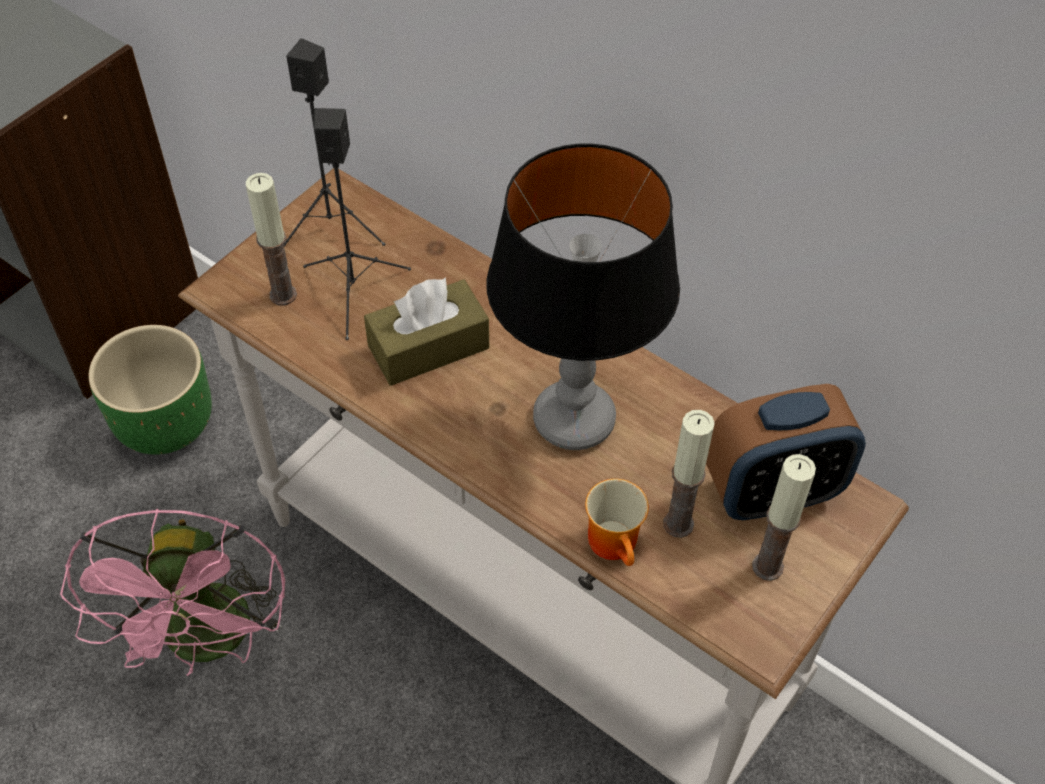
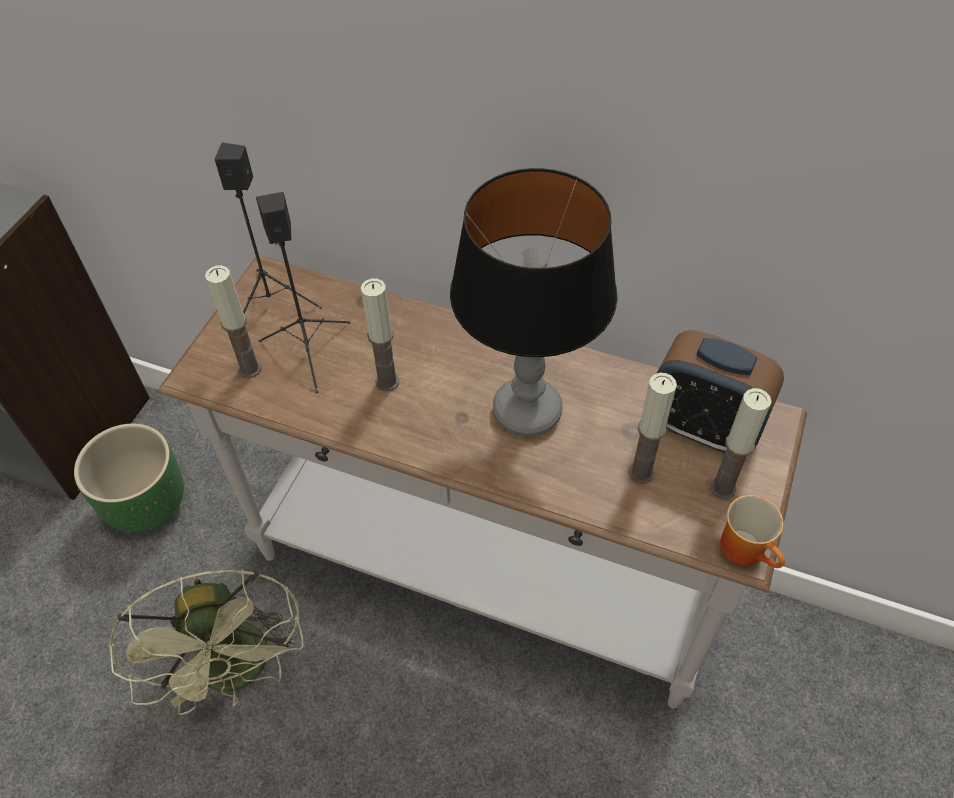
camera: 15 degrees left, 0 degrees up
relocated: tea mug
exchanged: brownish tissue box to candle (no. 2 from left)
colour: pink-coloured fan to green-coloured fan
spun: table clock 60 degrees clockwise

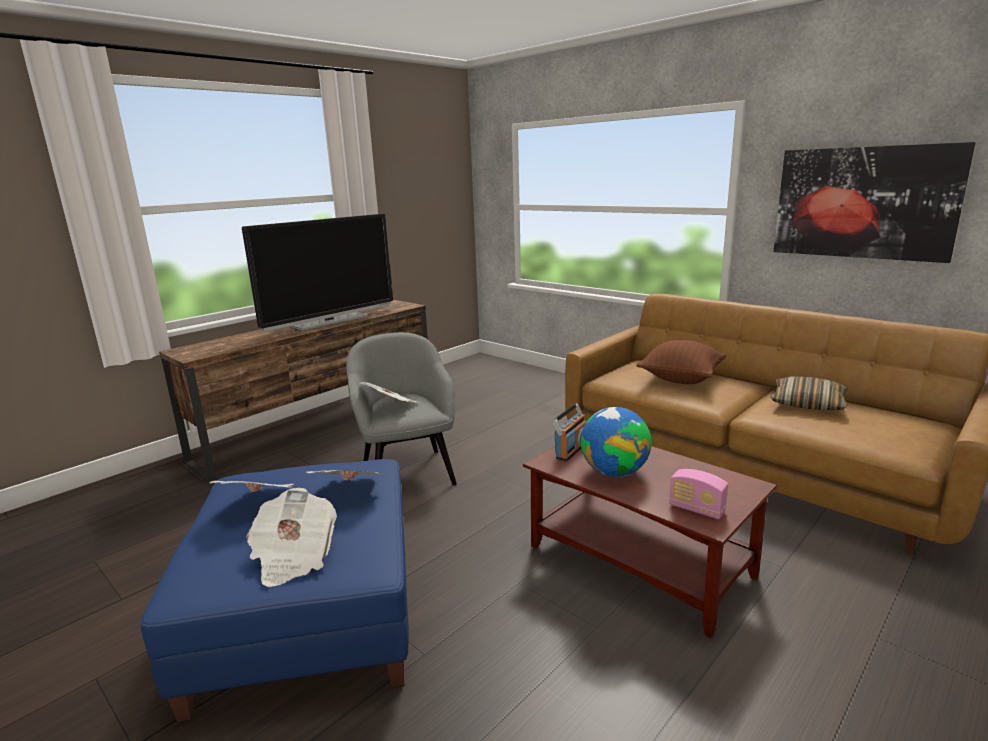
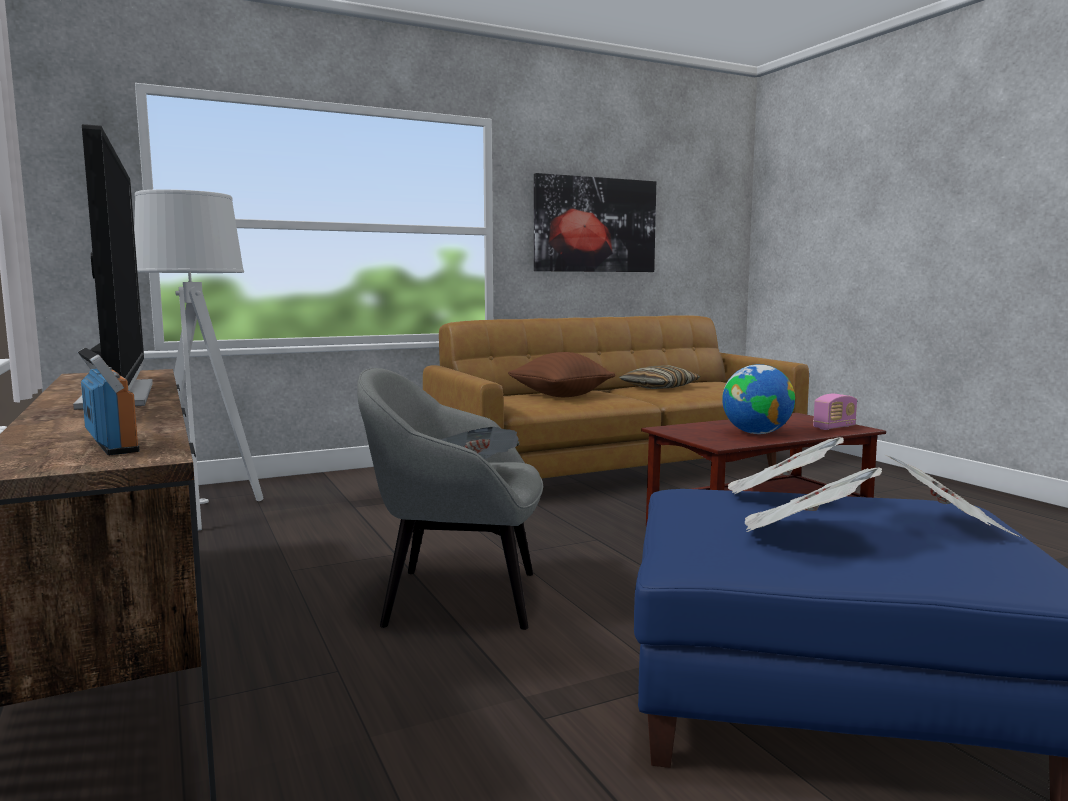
camera: 70 degrees left, 10 degrees down
appeared: gray floor lamp
relocated: radio receiver (no. 1 from left)

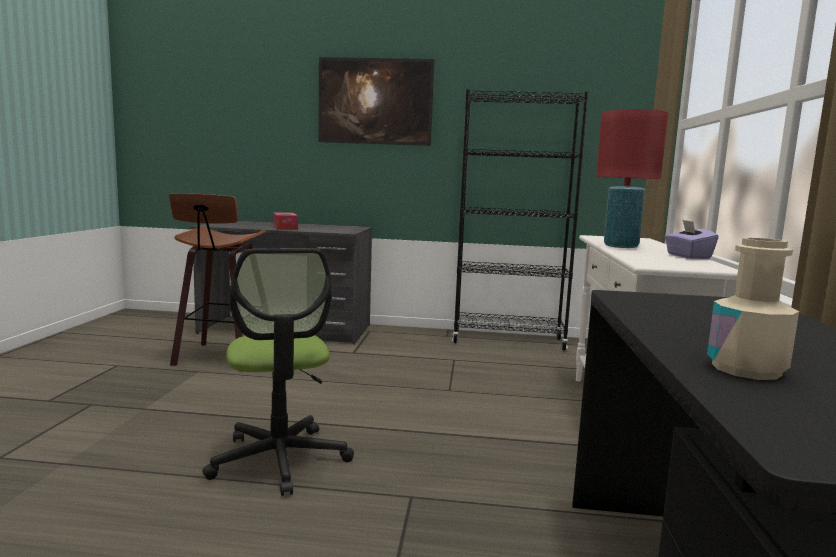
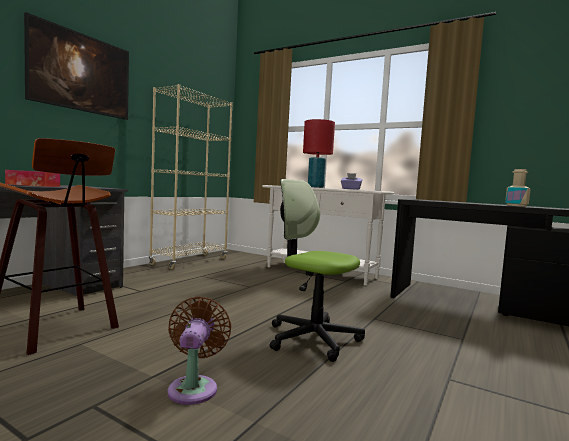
camera: 65 degrees left, 5 degrees down
appeared: brownish fan
colour: black-coloured bookshelf to sand-coloured bookshelf
spun: computer chair 150 degrees counterclockwise

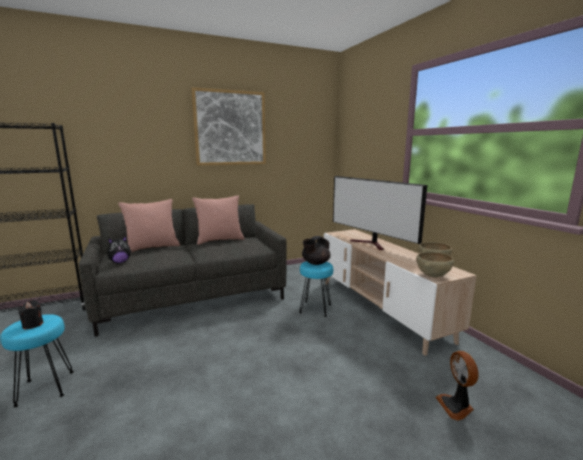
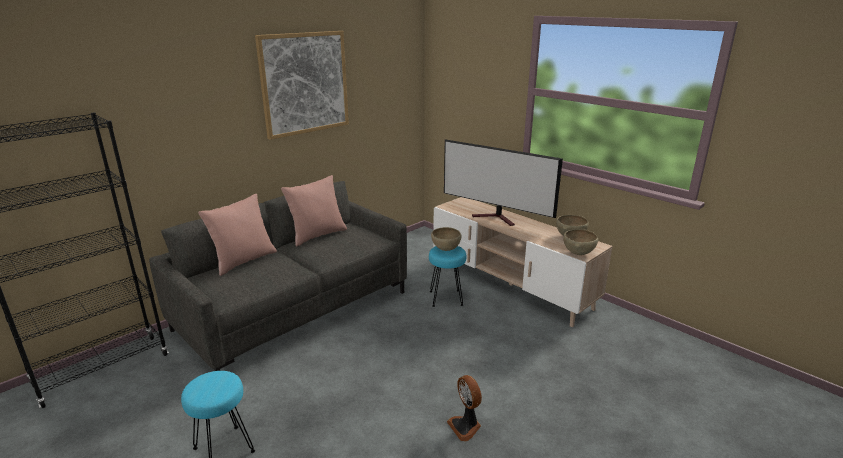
camera: 20 degrees left, 10 degrees up
missing: soft toy; black-coloured candle
relocated: fan
exchanged: black-coloured teapot to brownish deep dish (no. 1 from left)

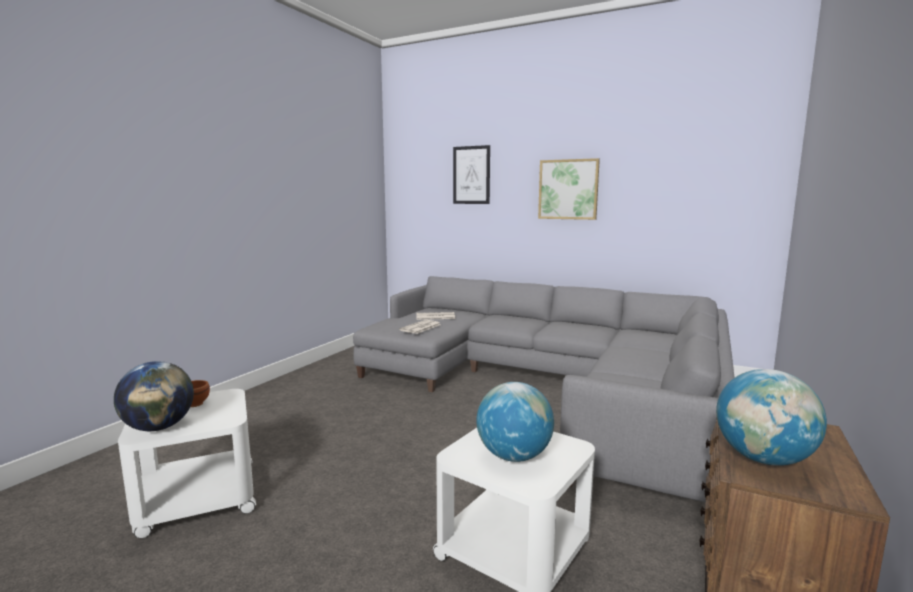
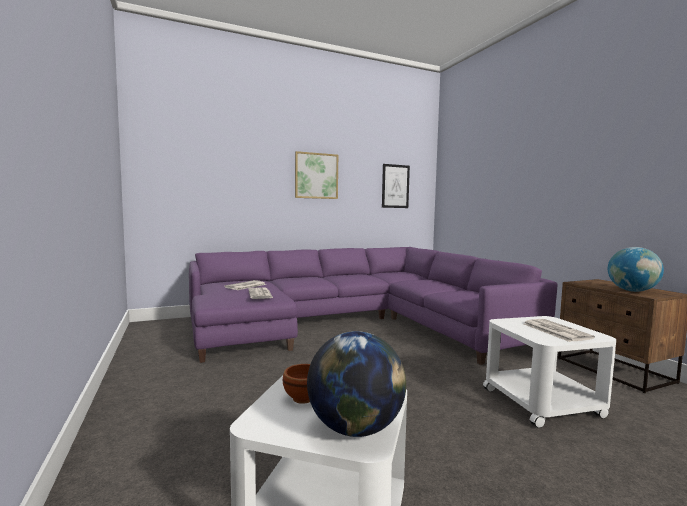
camera: 50 degrees left, 5 degrees down
relocated: wall picture (no. 1 from left in the first image) to wall picture (no. 2 from left)
exchanged: desk globe (no. 2 from left) to printed paper (no. 3 from left)
colour: gray couch to purplish couch

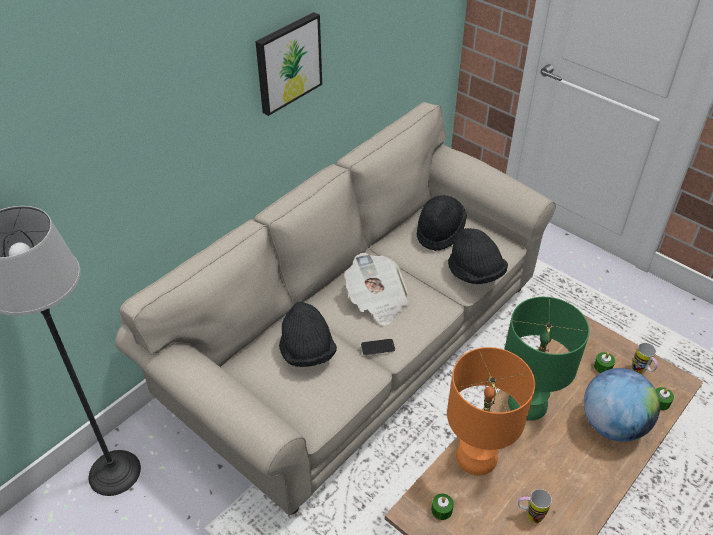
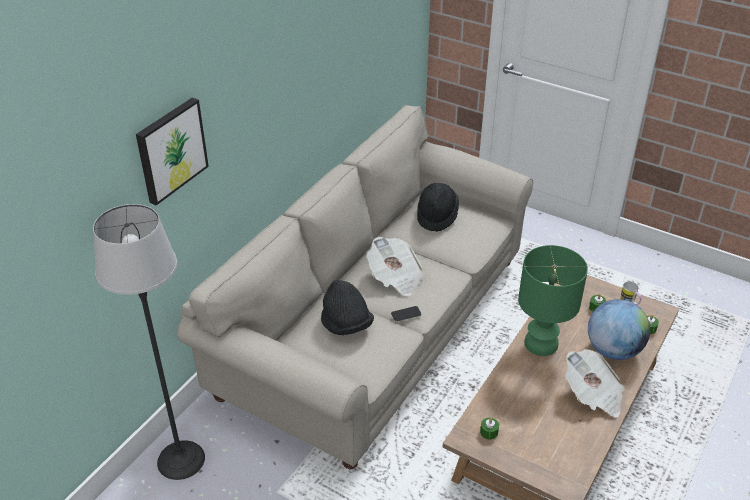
camera: 10 degrees left, 5 degrees down
missing: black-coloured wearable hat (no. 3 from left); orange-coloured lamp for a table; tea mug (no. 1 from left)
appeared: printed paper (no. 2 from left)
relocated: wall picture

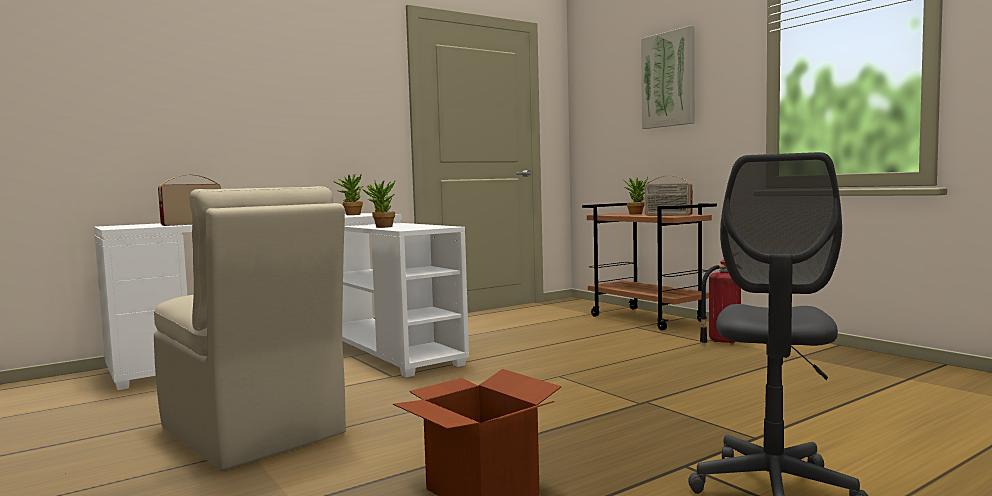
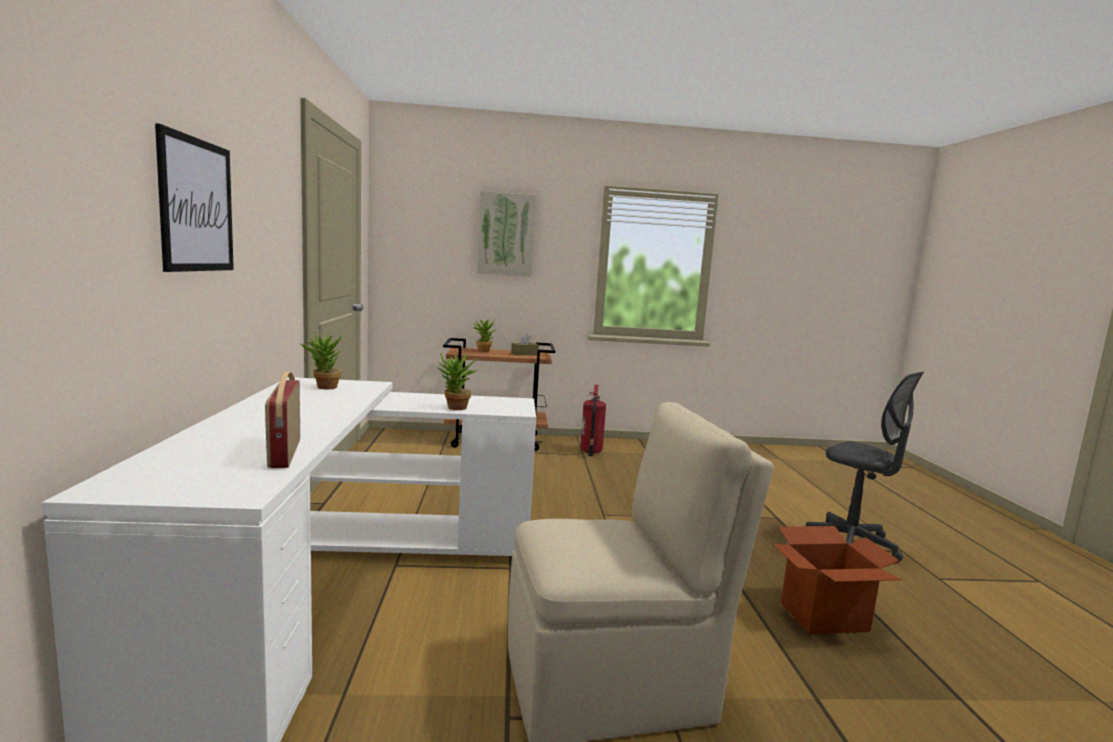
camera: 60 degrees left, 5 degrees up
appeared: wall picture (no. 1 from left)
exchanged: radio receiver (no. 2 from left) to brownish tissue box

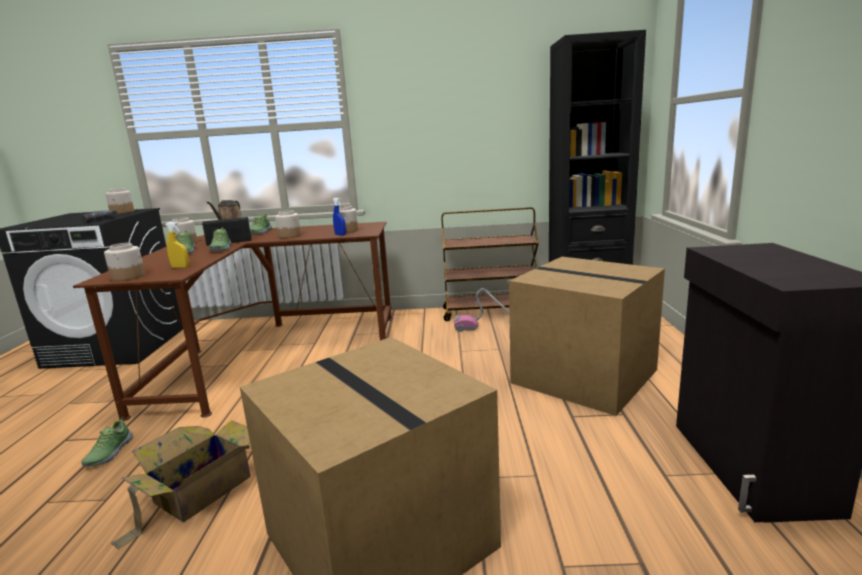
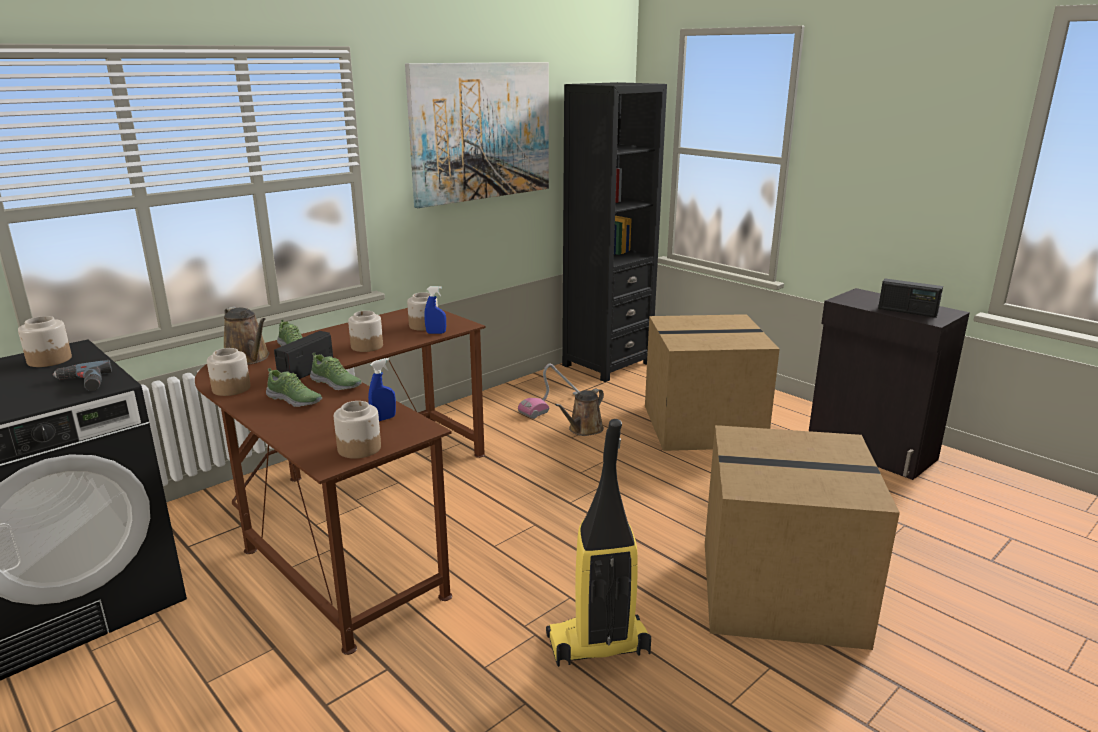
camera: 45 degrees left, 5 degrees up
missing: brownish wheeled cart; low shoe (no. 1 from left)
appeared: wall picture; radio receiver (no. 2 from left); brownish sprinkling can (no. 2 from left)
exchanged: carton (no. 1 from left) to vacuum (no. 2 from left)
colour: yellowish sprayer to bluish sprayer (no. 1 from left)

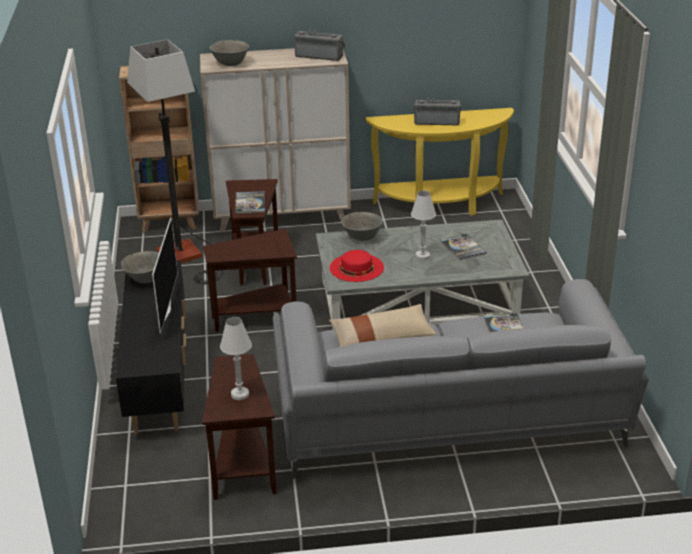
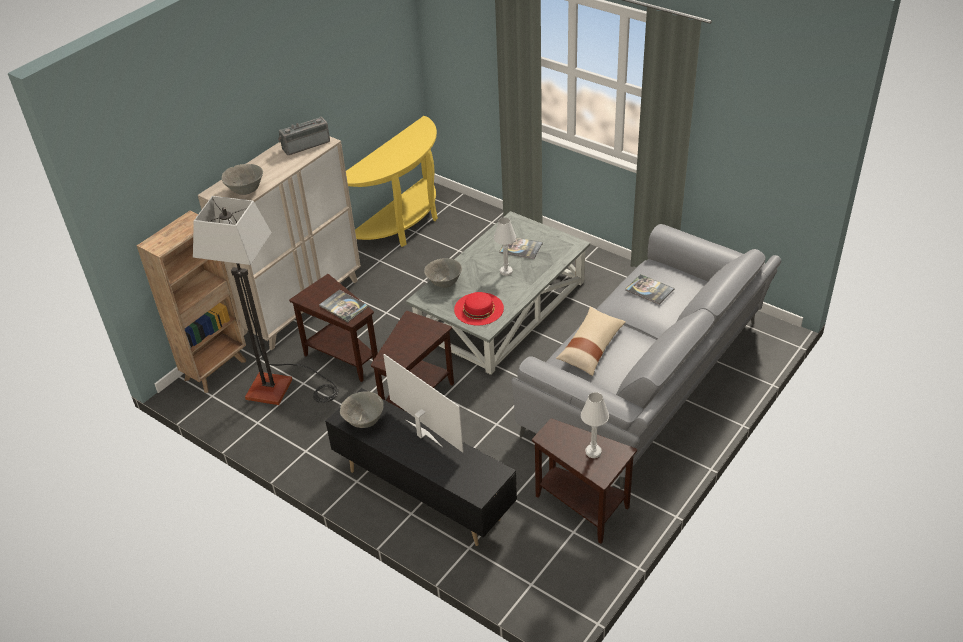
camera: 45 degrees left, 10 degrees up
missing: radio receiver (no. 2 from left)

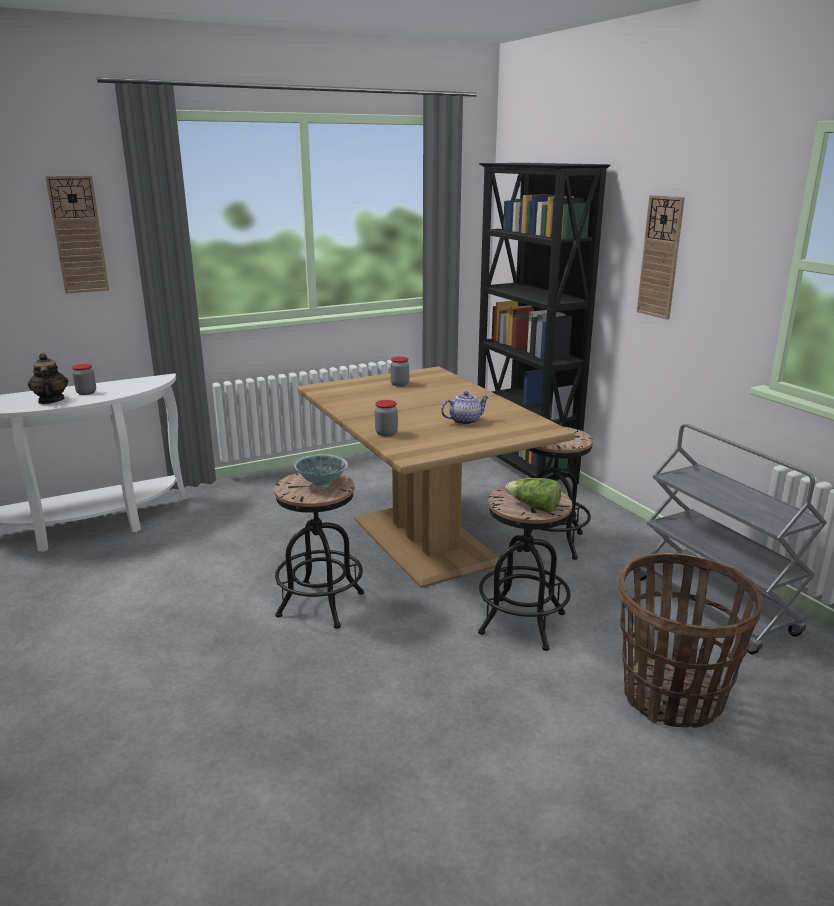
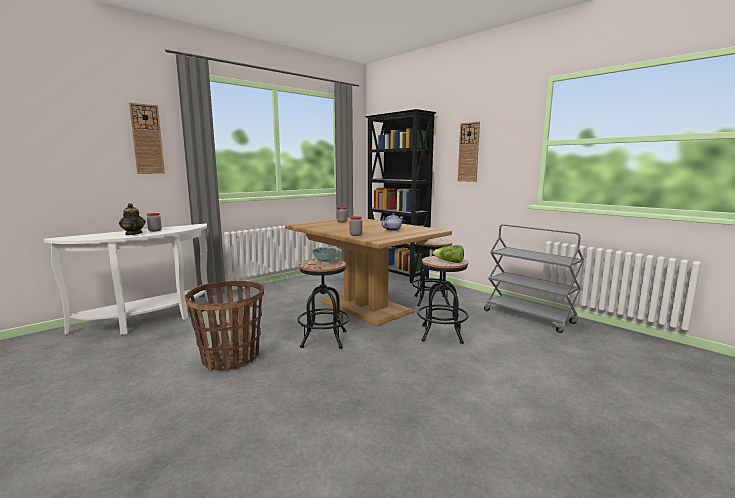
camera: 15 degrees left, 10 degrees down
relocated: storage basket

